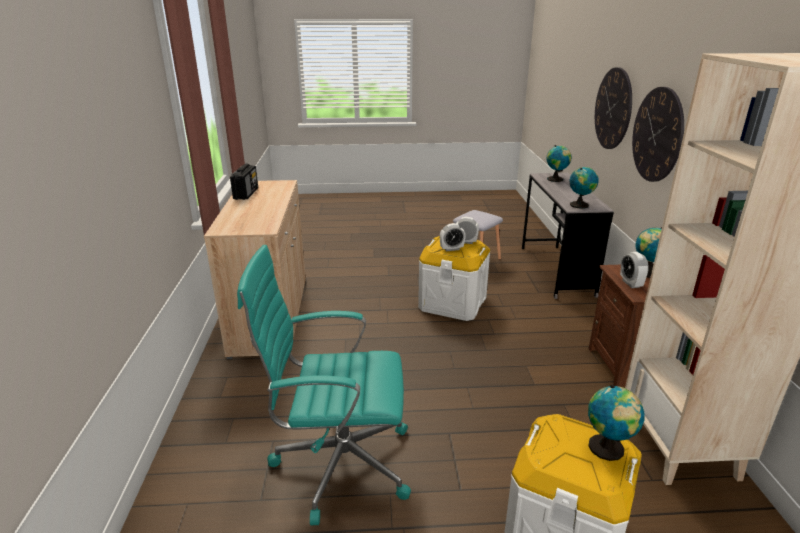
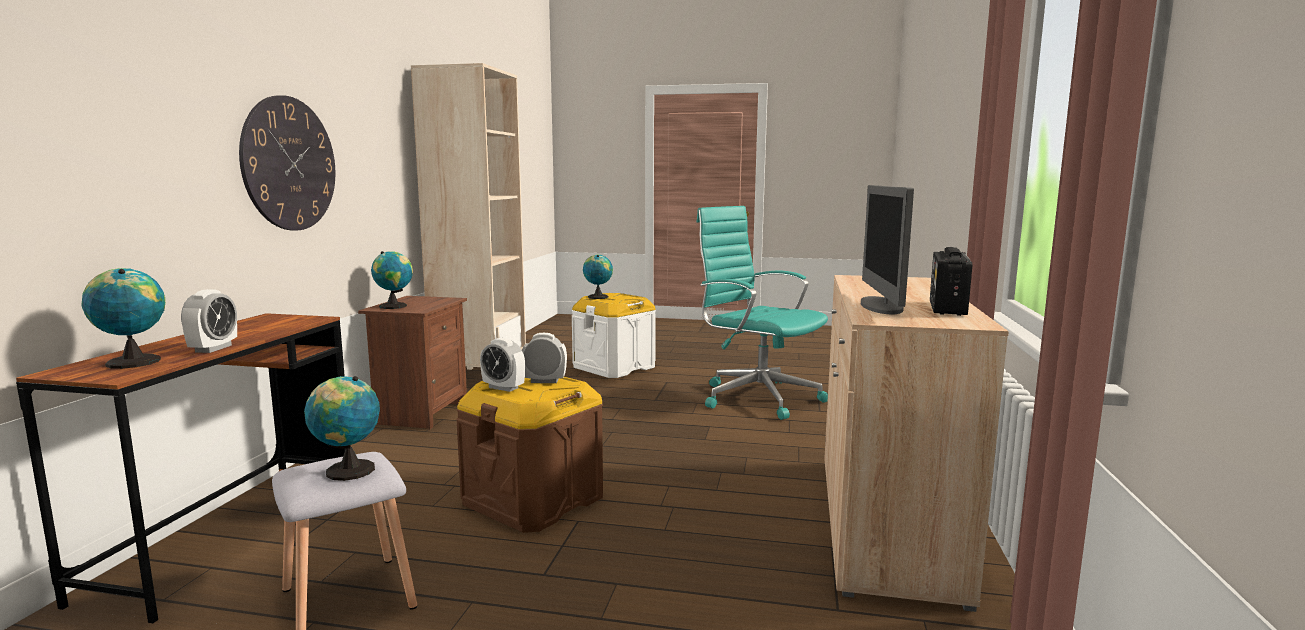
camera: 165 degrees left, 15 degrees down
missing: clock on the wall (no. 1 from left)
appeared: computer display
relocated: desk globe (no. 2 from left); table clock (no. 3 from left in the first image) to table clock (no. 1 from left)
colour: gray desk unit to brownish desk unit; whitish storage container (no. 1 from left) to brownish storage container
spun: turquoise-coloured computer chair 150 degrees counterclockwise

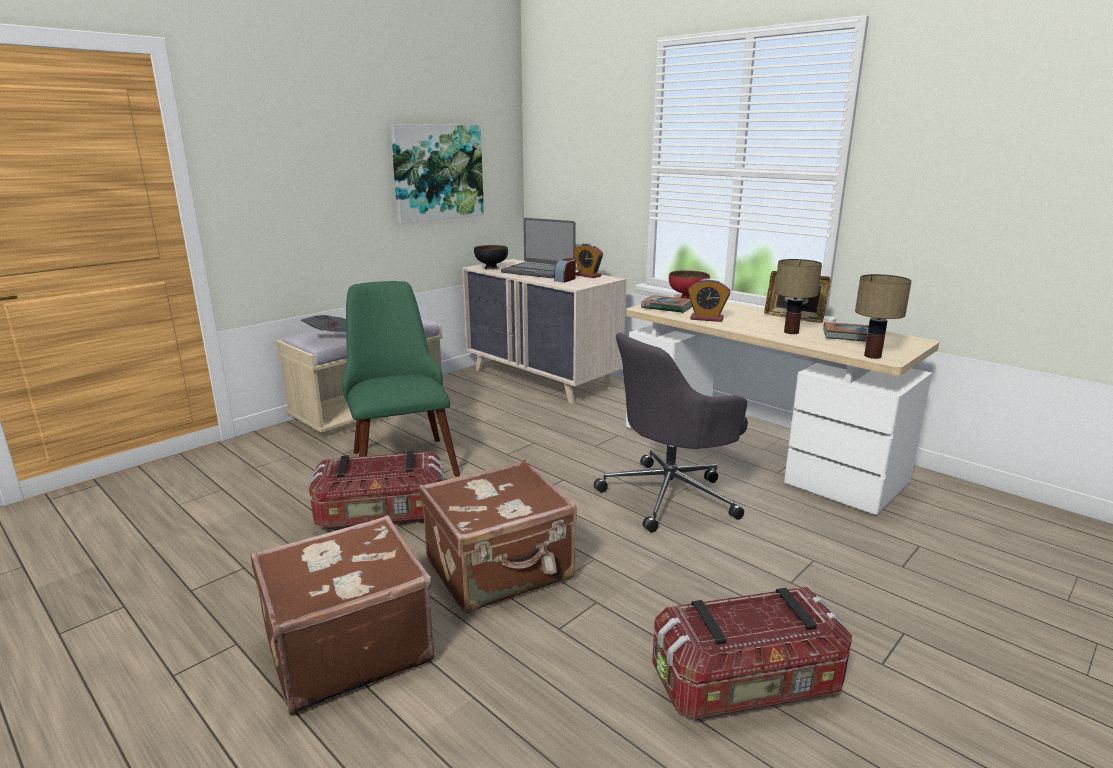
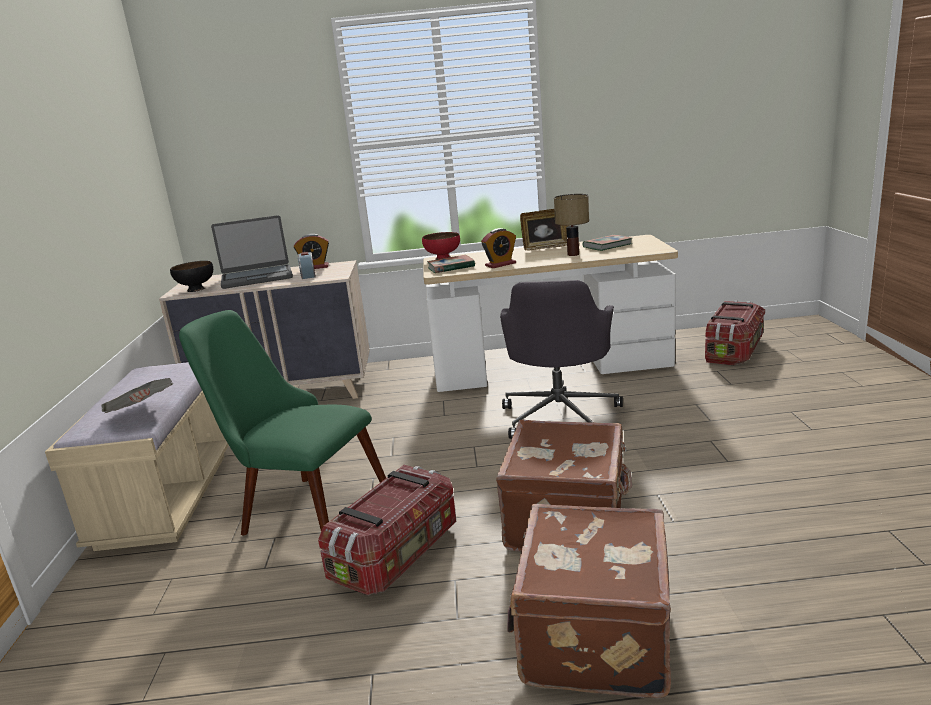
camera: 45 degrees left, 0 degrees up
missing: wall picture; lamp for a table (no. 2 from left)
relocated: storage container (no. 2 from left)

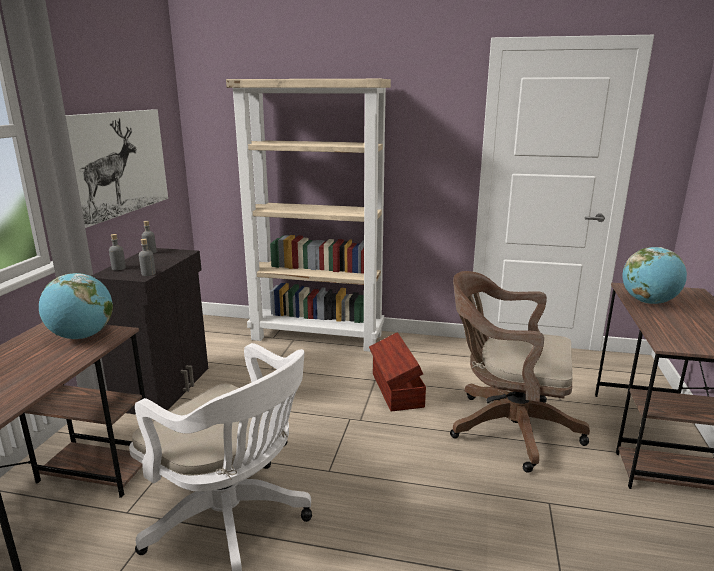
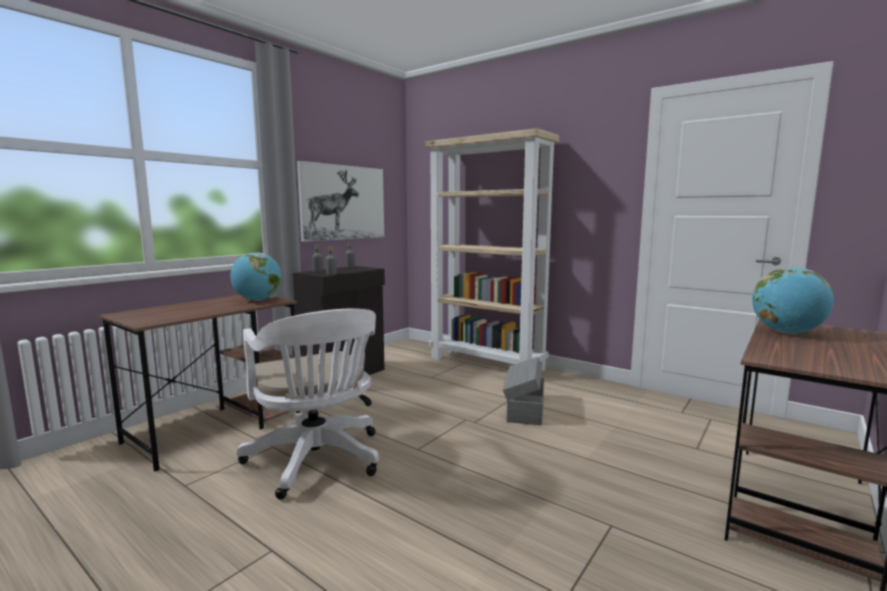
camera: 25 degrees right, 10 degrees down
missing: brownish computer chair
colour: brownish storage container to gray storage container

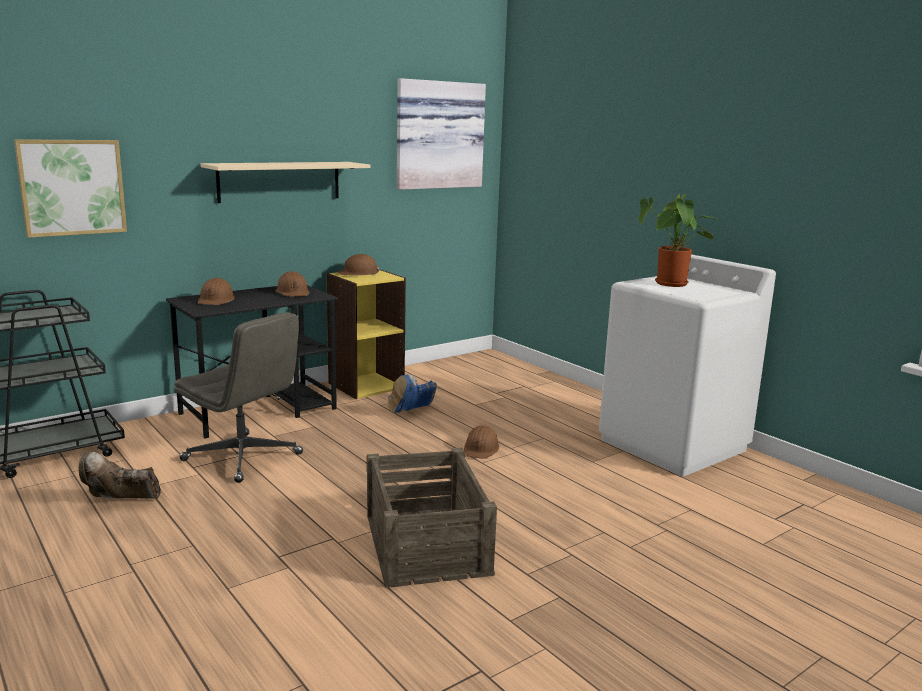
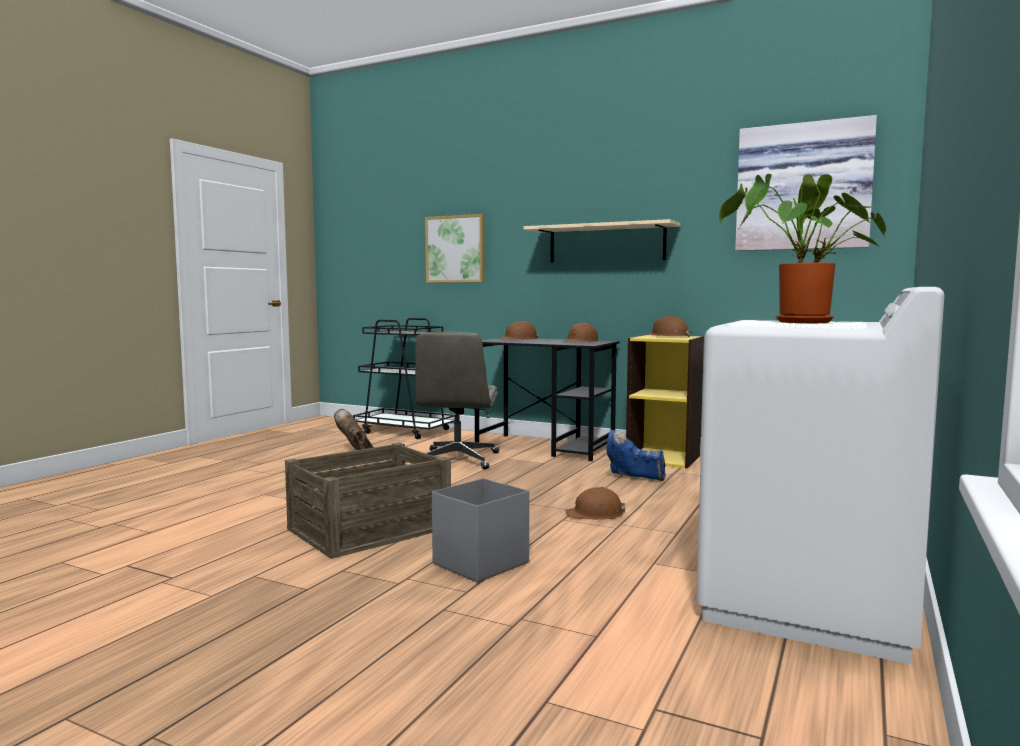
camera: 65 degrees right, 10 degrees down
appeared: gray storage container

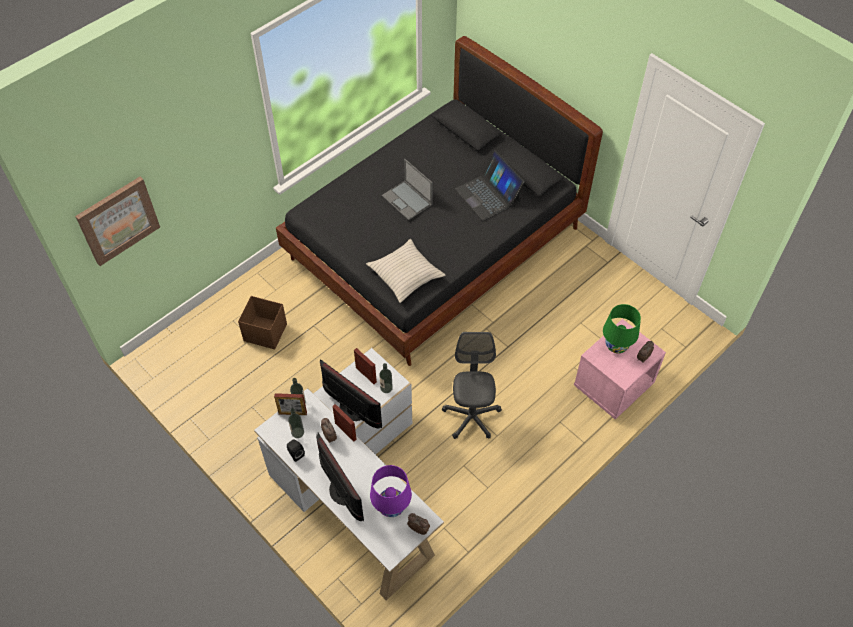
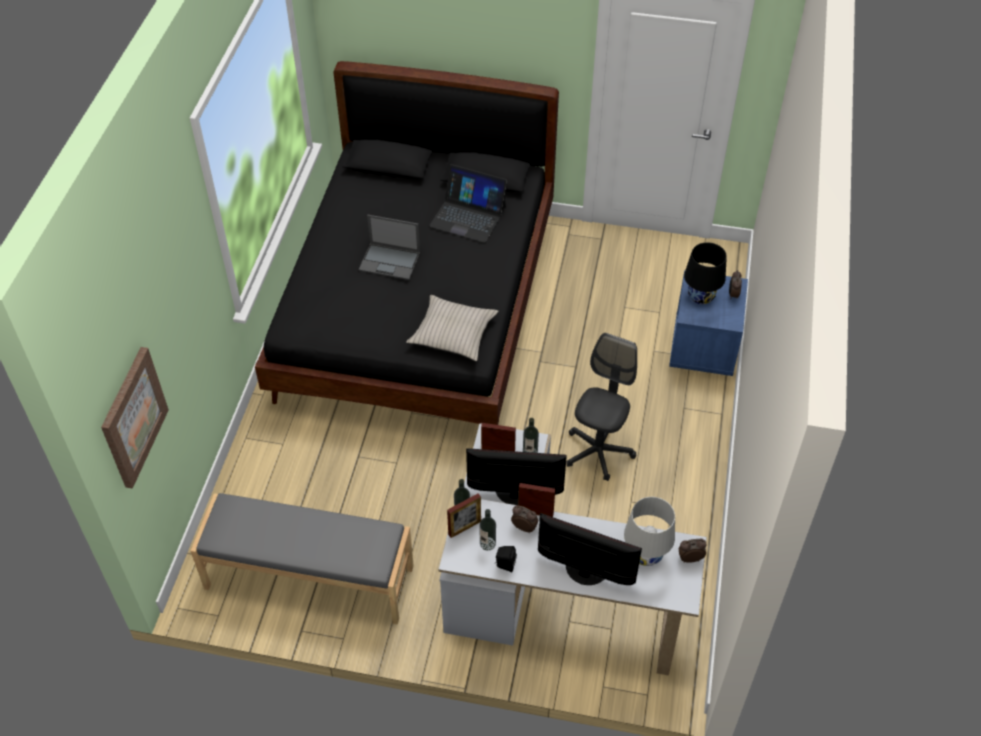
camera: 35 degrees left, 5 degrees down
missing: brownish storage container
appeared: gray indoor bench
colour: green-coloured lamp for a table to black-coloured lamp for a table; pink-coloured night table to bluish night table; purplish lamp for a table to whitish lamp for a table
spun: gray computer chair 60 degrees clockwise

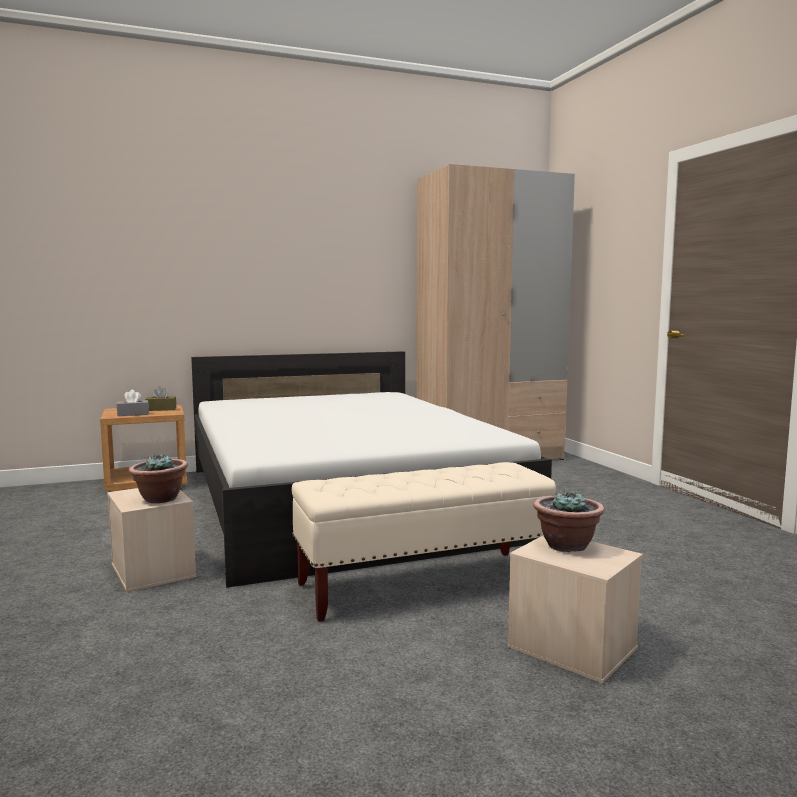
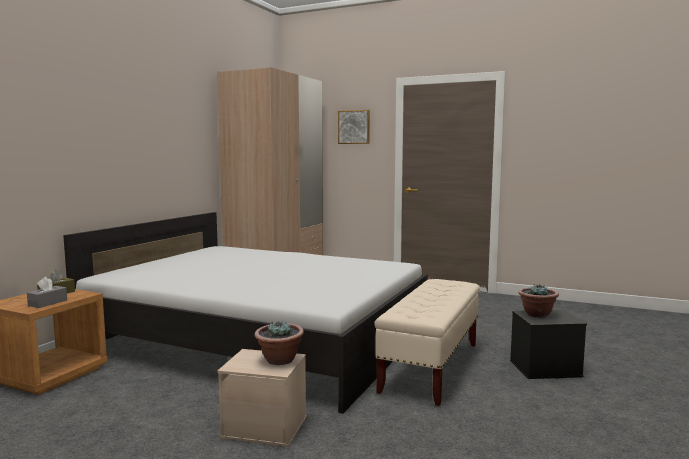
camera: 45 degrees left, 0 degrees up
appeared: wall picture
colour: sand-coloured storage container (no. 2 from left) to black-coloured storage container

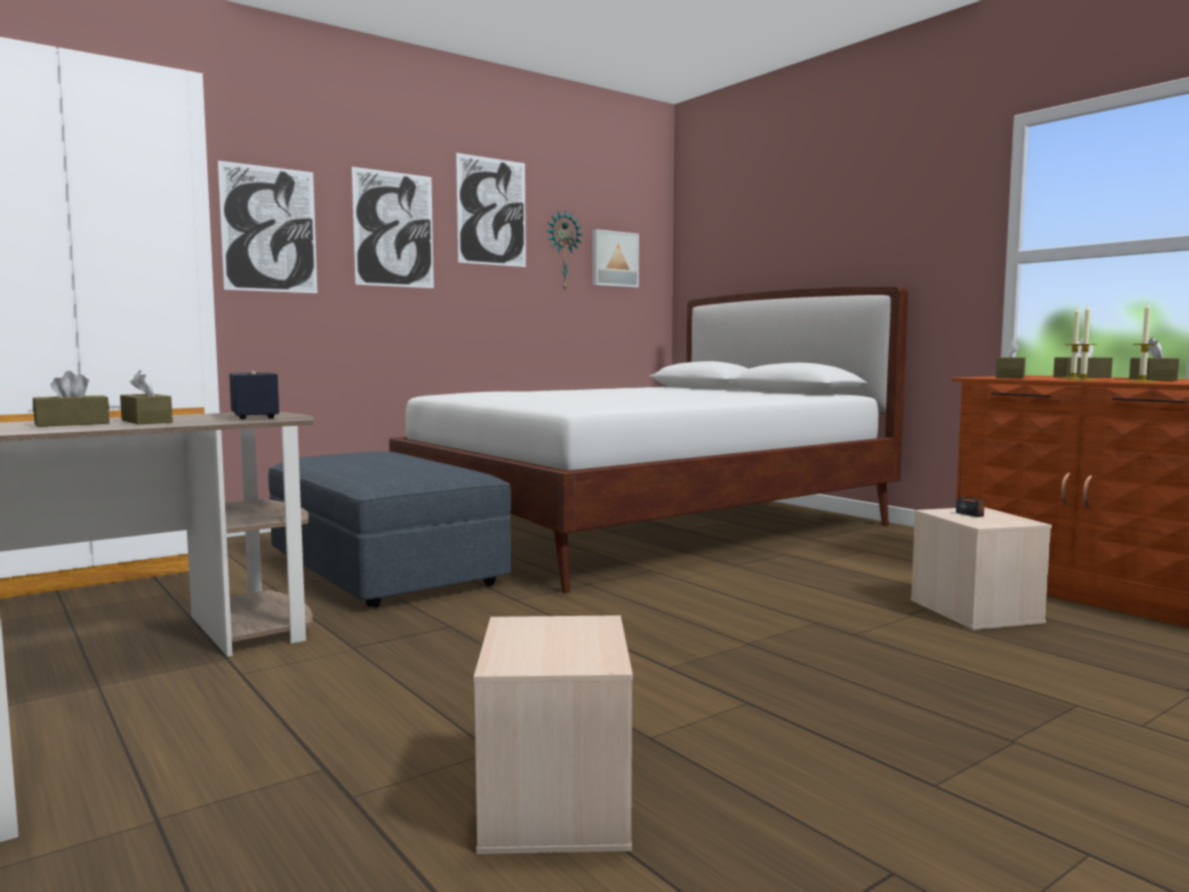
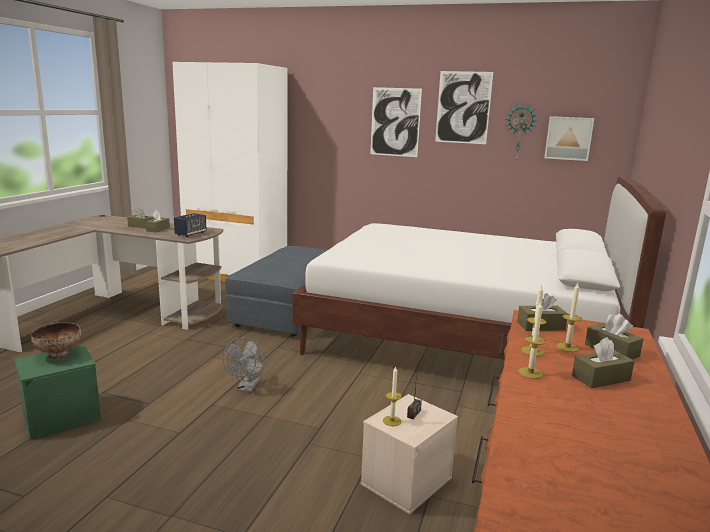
camera: 55 degrees right, 10 degrees up
missing: wall picture (no. 1 from left)
appeared: deep dish; gray fan; candle (no. 1 from left)
colour: sand-coloured storage container (no. 1 from left) to green-coloured storage container

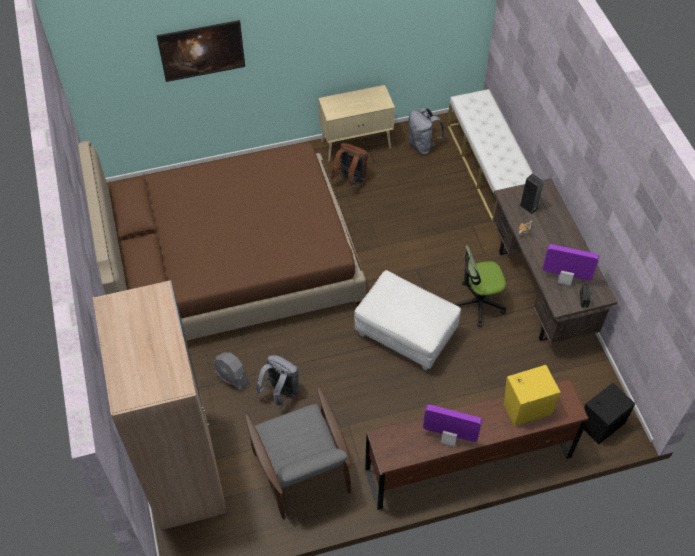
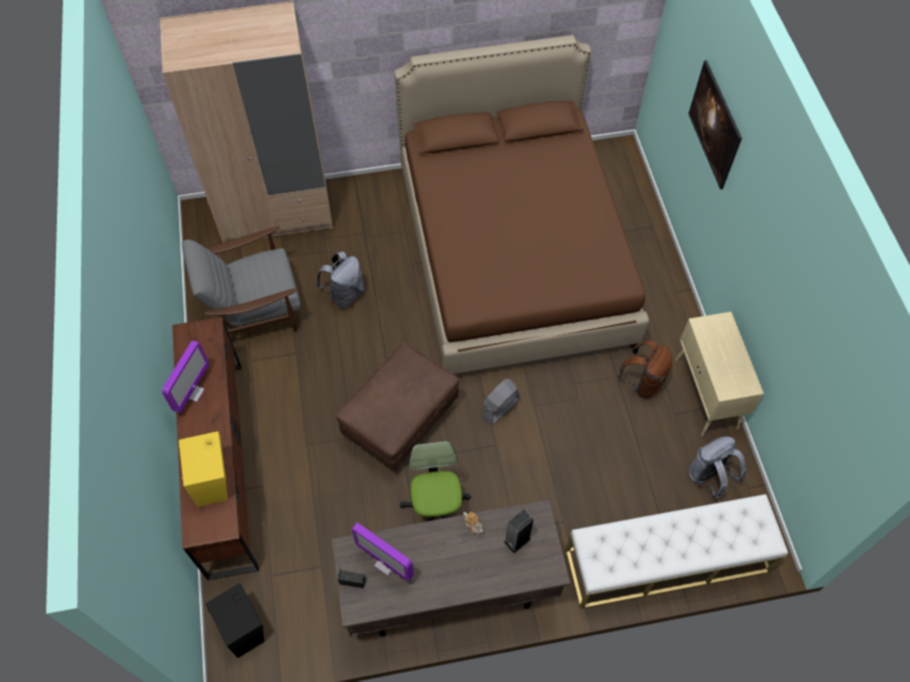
camera: 95 degrees right, 5 degrees up
relocated: gray fan
colour: whitish ottoman to brownish ottoman
spun: computer display (no. 2 from left) 105 degrees clockwise

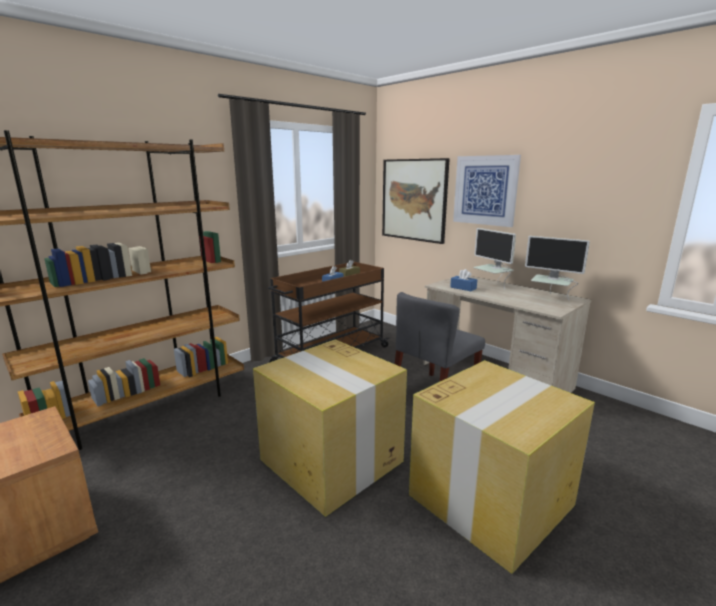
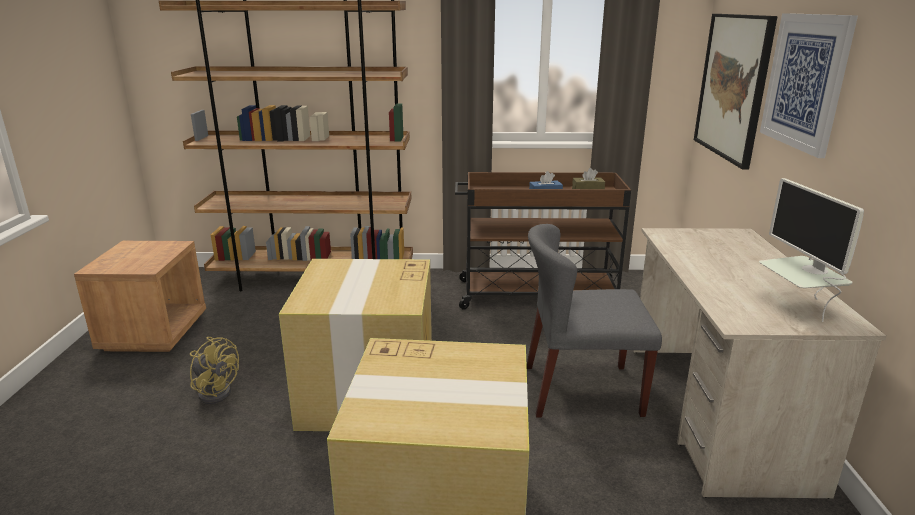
camera: 45 degrees right, 5 degrees up
missing: computer display (no. 1 from left); bluish tissue box (no. 2 from left)
appeared: yellowish fan

